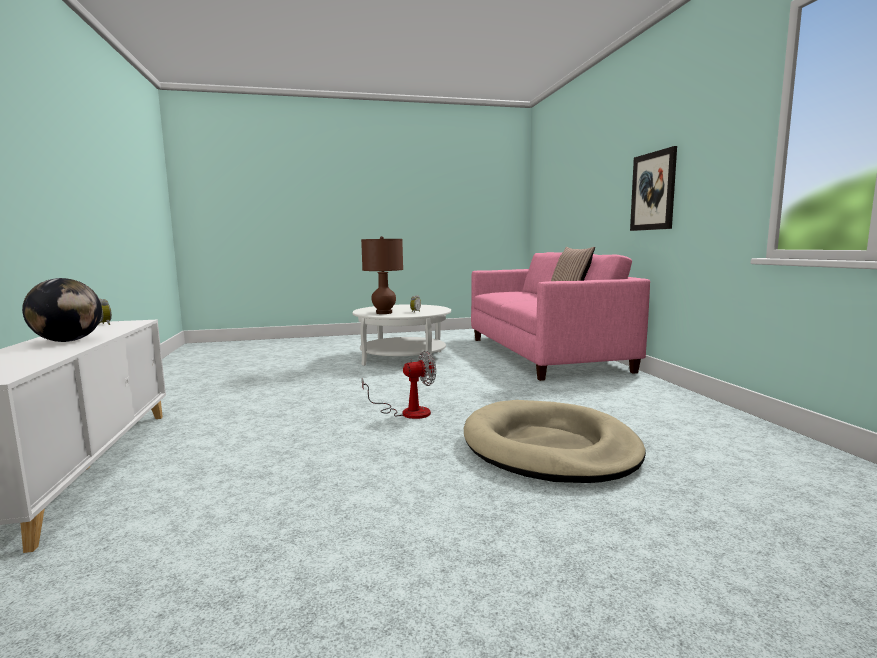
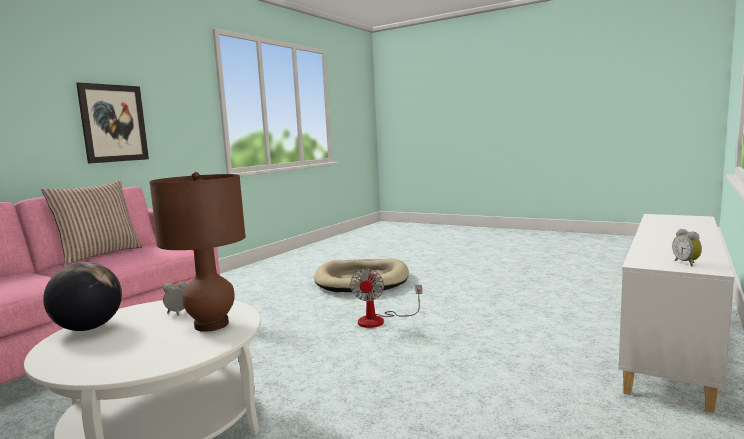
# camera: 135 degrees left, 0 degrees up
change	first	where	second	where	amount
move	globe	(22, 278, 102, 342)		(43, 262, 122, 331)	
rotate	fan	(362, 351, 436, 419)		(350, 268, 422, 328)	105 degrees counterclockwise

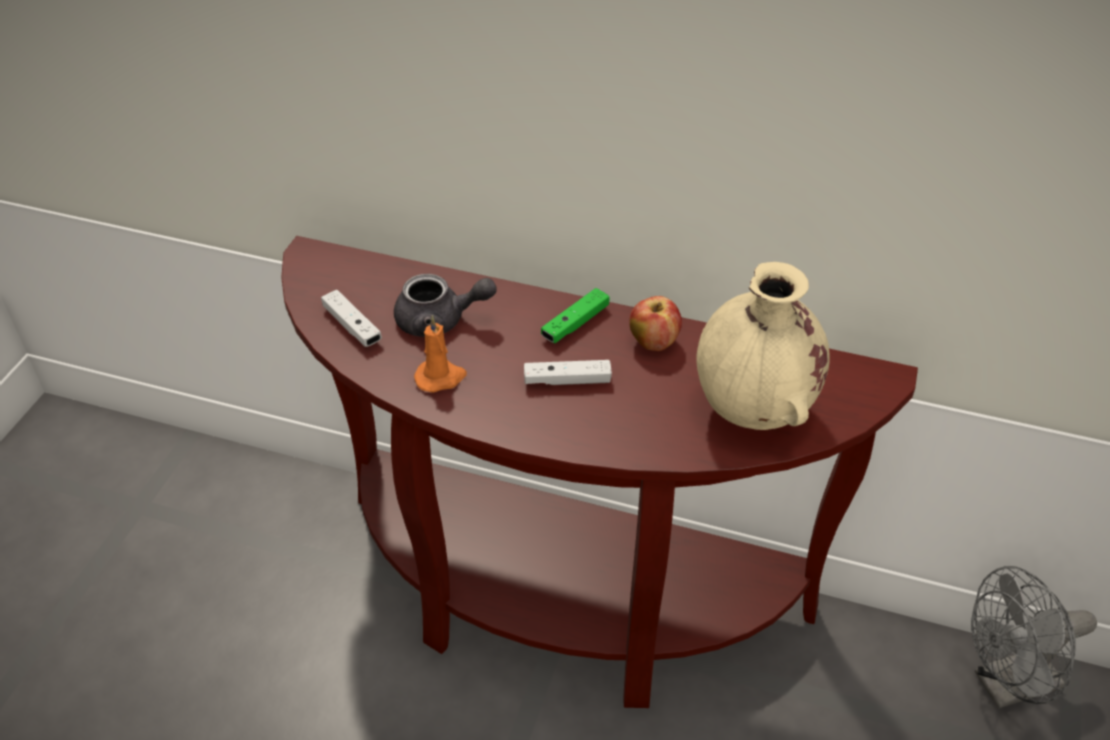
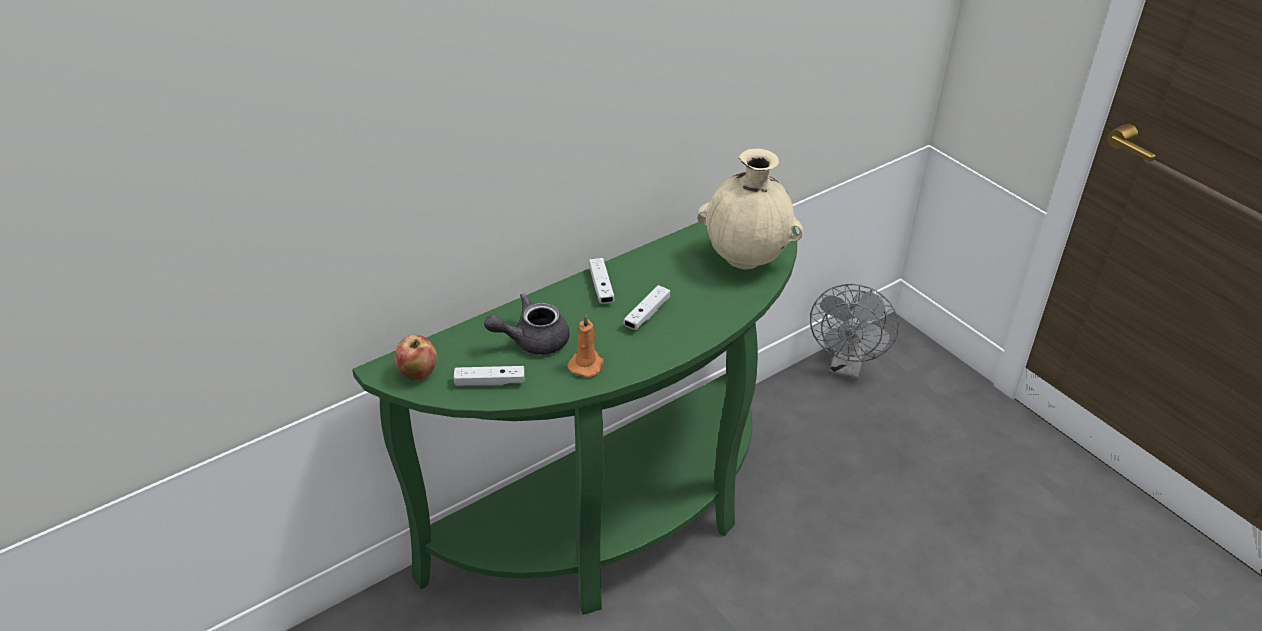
# camera: 55 degrees left, 5 degrees down
change	first	where	second	where	amount
recolor	brown console table	(281, 236, 918, 708)	green console table	(352, 222, 797, 615)	
move	apple	(630, 296, 682, 351)		(394, 335, 437, 380)	
rotate	grey teapot	(394, 274, 497, 337)		(484, 293, 570, 355)	150 degrees counterclockwise
recolor	green game controller	(541, 288, 609, 343)	white game controller	(589, 258, 615, 304)	

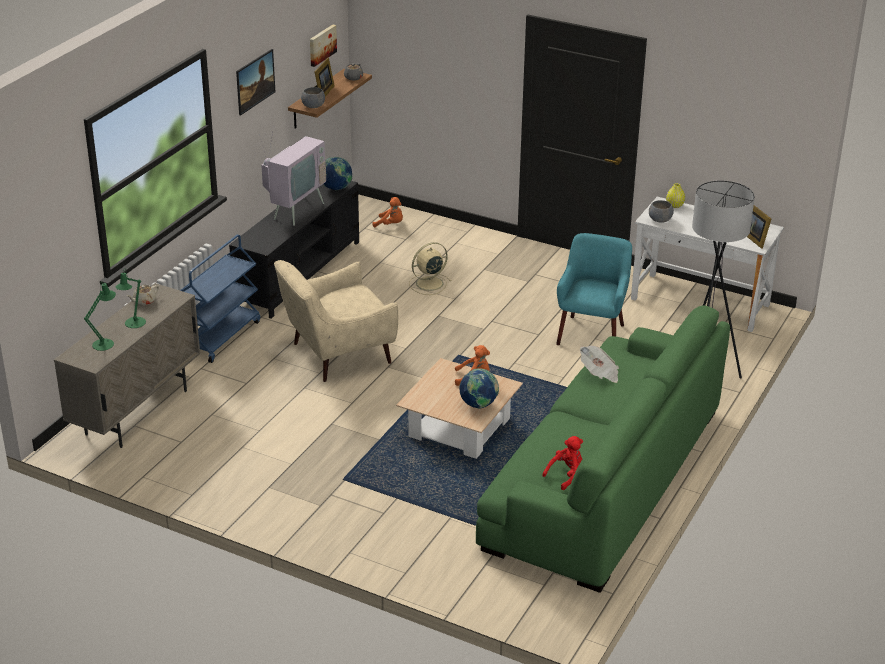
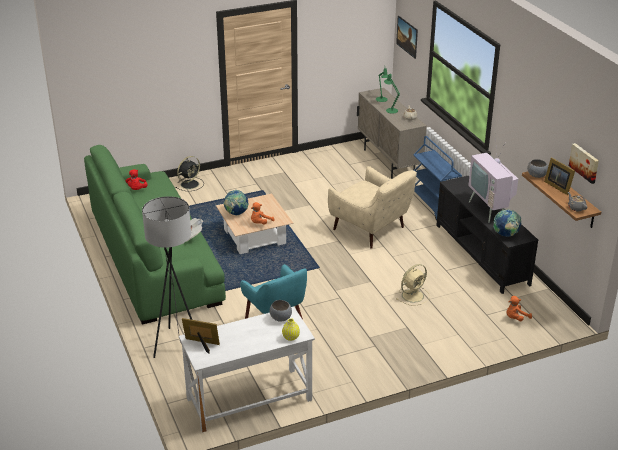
# camera: 130 degrees right, 0 degrees up
change	first	where	second	where	amount
insert			black fan	(175, 156, 204, 191)	
rotate	beige armchair	(274, 260, 398, 382)		(328, 166, 417, 249)	120 degrees clockwise
move	picture	(236, 49, 275, 115)		(396, 16, 418, 59)	
rotate	beige fan	(409, 242, 452, 295)		(396, 264, 430, 306)	45 degrees clockwise

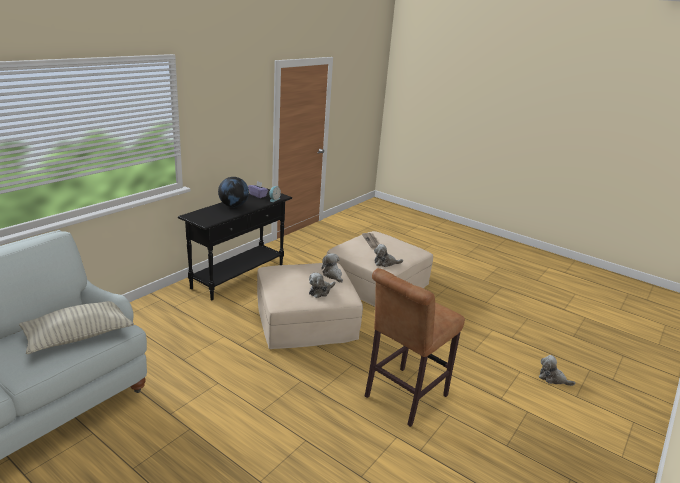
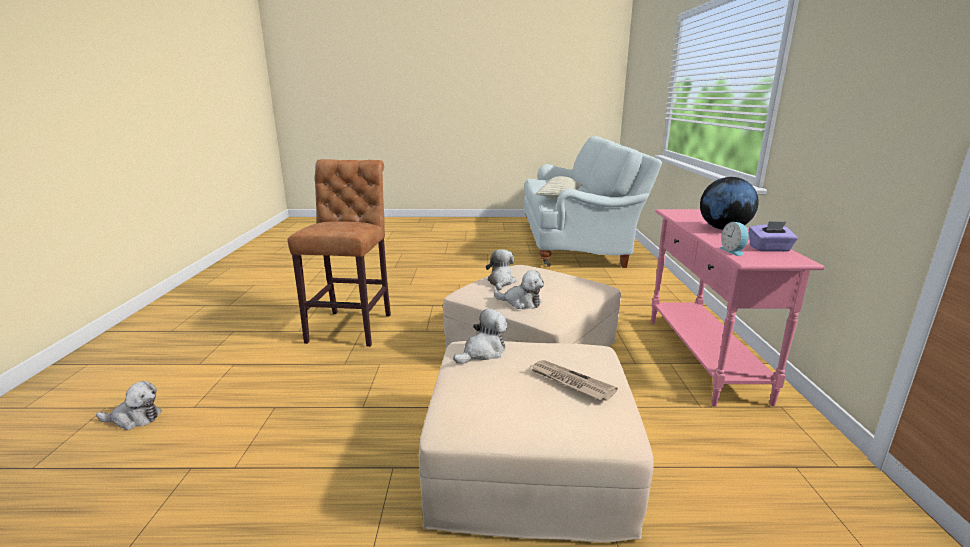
# camera: 145 degrees right, 5 degrees down
change	first	where	second	where	amount
recolor	black console table	(178, 188, 292, 300)	pink console table	(651, 209, 825, 407)	

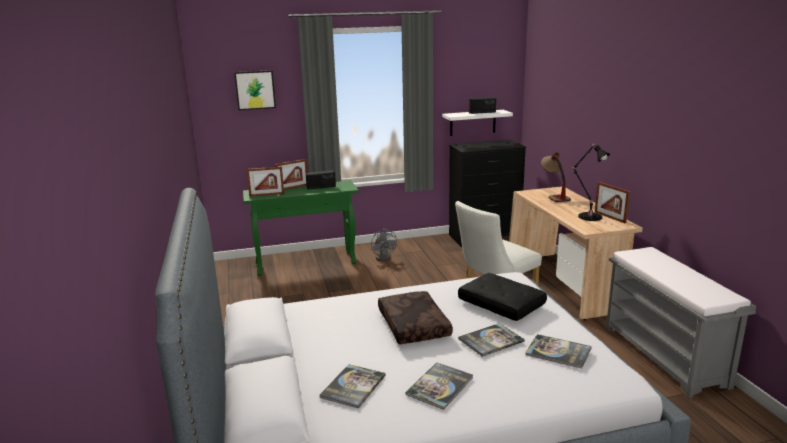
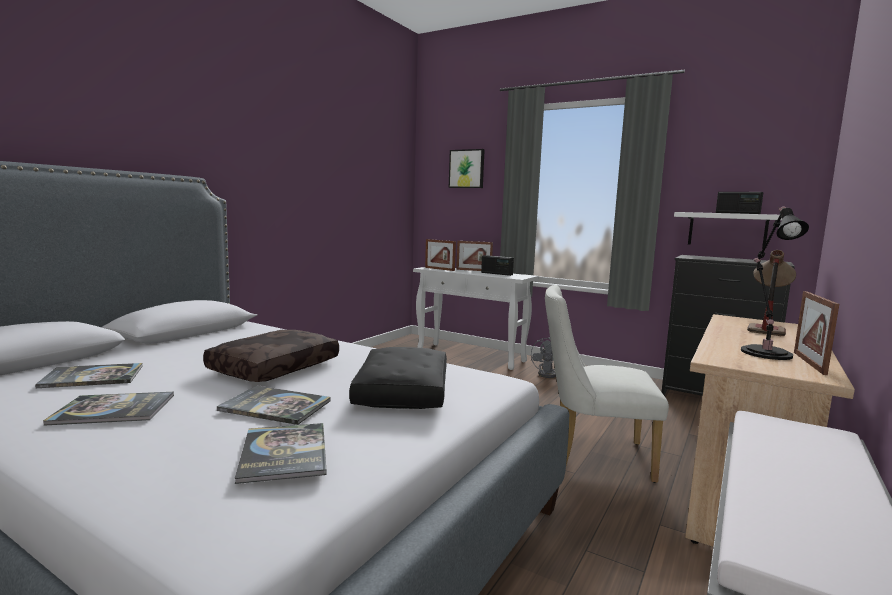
# camera: 45 degrees right, 10 degrees down
change	first	where	second	where	amount
recolor	green console table	(243, 180, 359, 276)	white console table	(413, 267, 539, 370)	

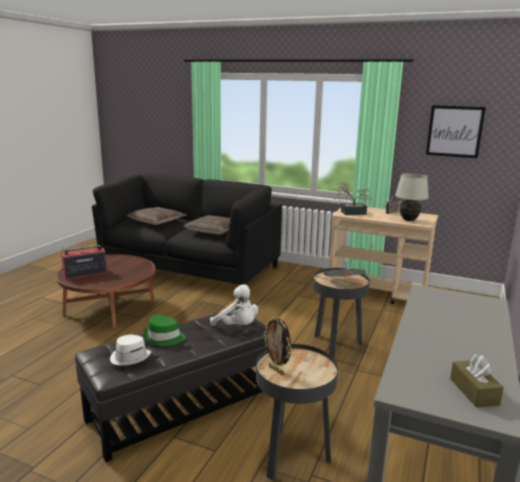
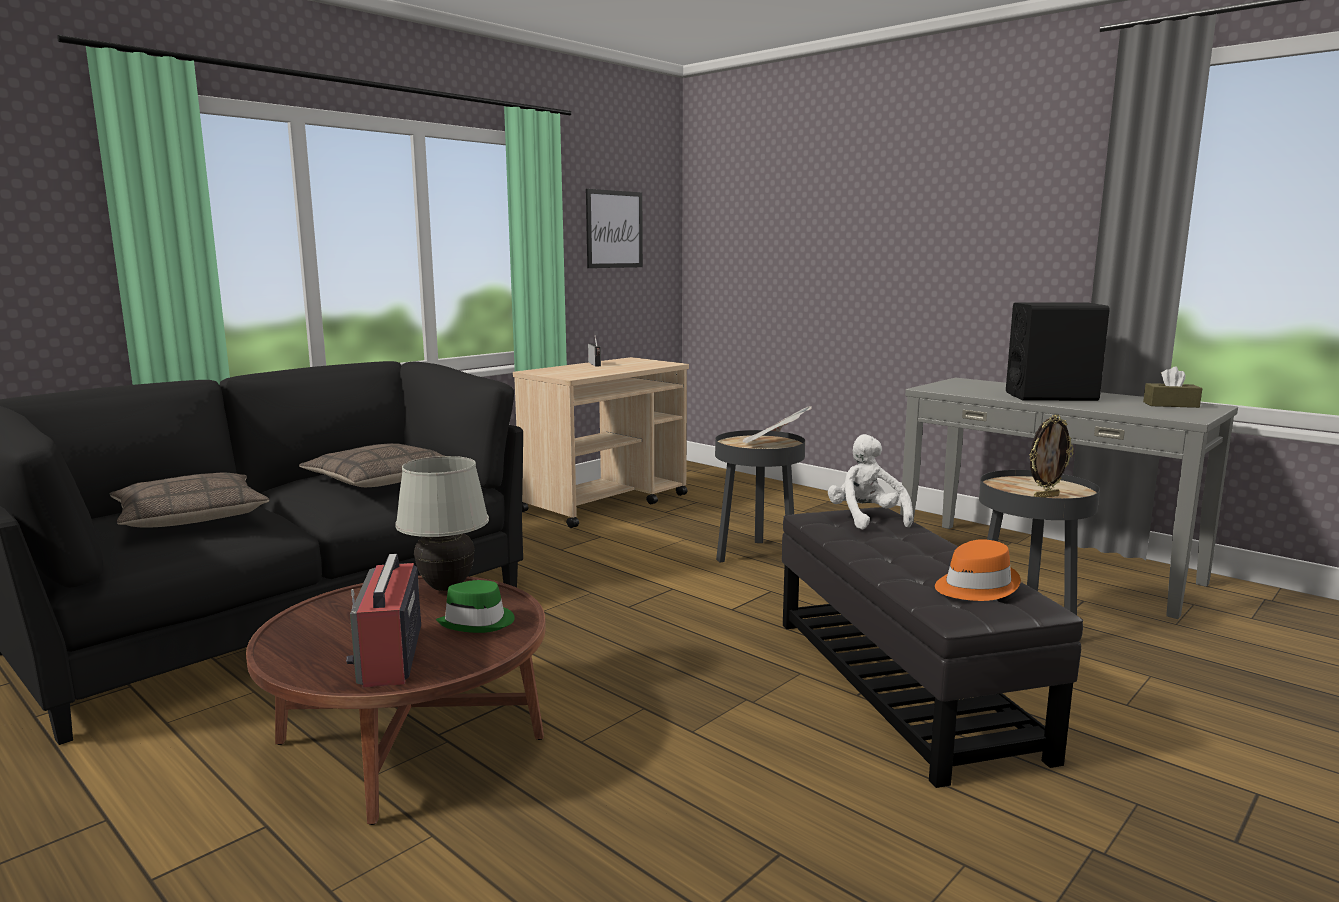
# camera: 70 degrees left, 5 degrees down
change	first	where	second	where	amount
move	white table lamp	(395, 173, 429, 221)		(395, 456, 489, 591)	
move	green hat	(144, 315, 185, 346)		(436, 580, 515, 633)	
rotate	white plush toy	(210, 284, 258, 326)		(828, 434, 913, 530)	75 degrees counterclockwise
recolor	white hat	(110, 335, 151, 366)	orange hat	(935, 539, 1021, 601)	
insert			black speaker	(1006, 303, 1110, 401)	
delete	potted plant	(334, 182, 372, 215)			

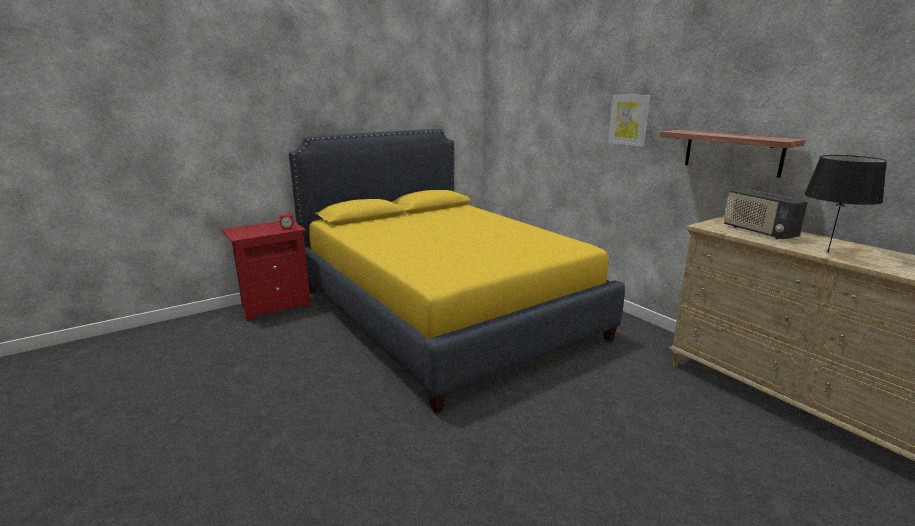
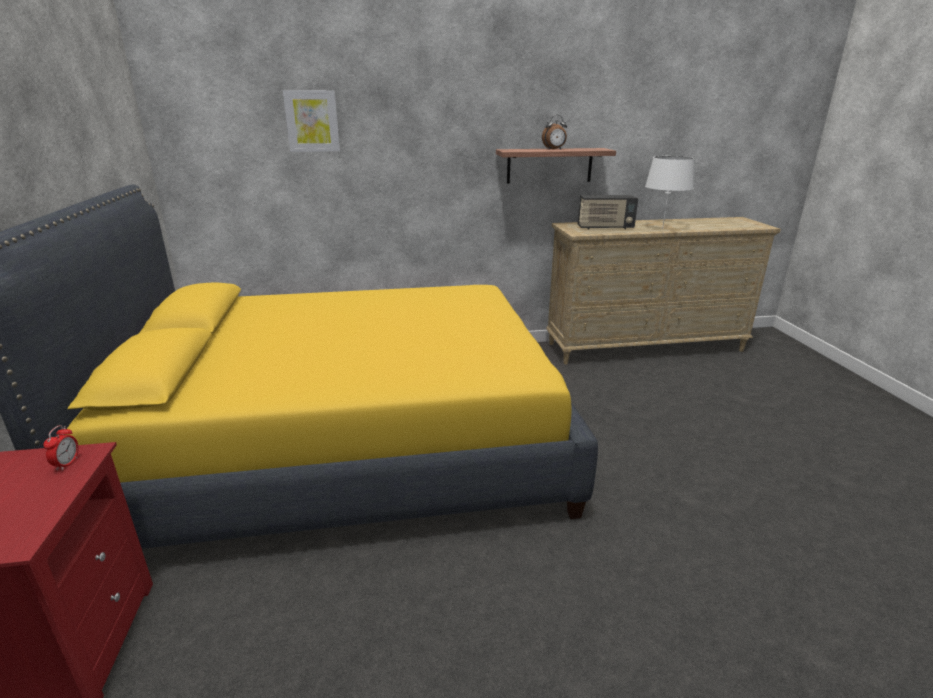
# camera: 65 degrees left, 5 degrees up
change	first	where	second	where	amount
move	picture	(608, 94, 650, 147)		(283, 90, 340, 152)	
insert			alarm clock	(542, 115, 567, 150)	
recolor	black table lamp	(804, 155, 887, 253)	white table lamp	(645, 156, 694, 229)	

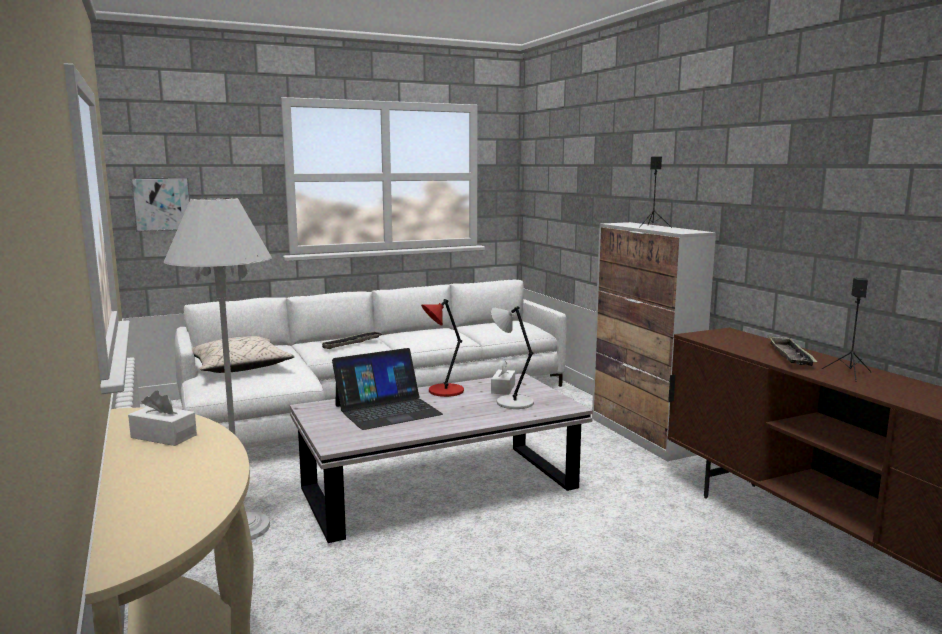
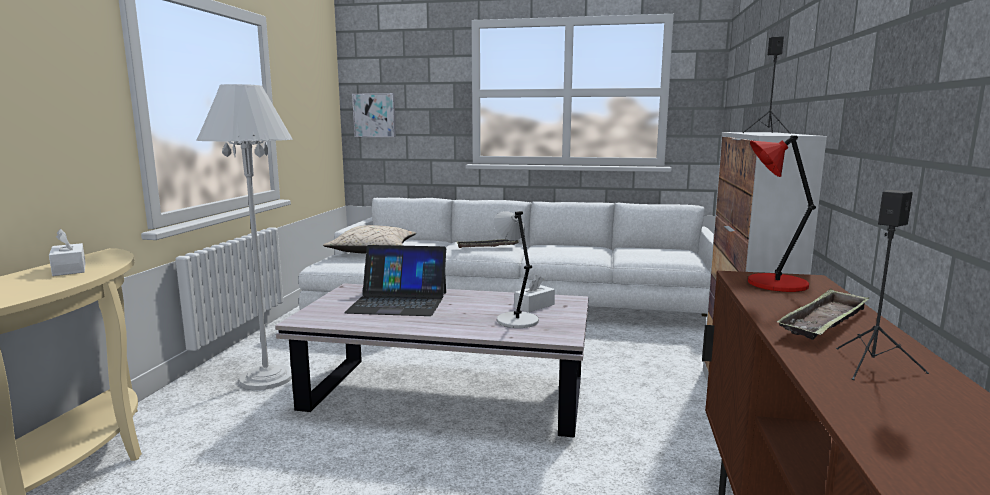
# camera: 35 degrees right, 0 degrees up
change	first	where	second	where	amount
move	red table lamp	(421, 299, 464, 397)		(748, 135, 816, 292)	

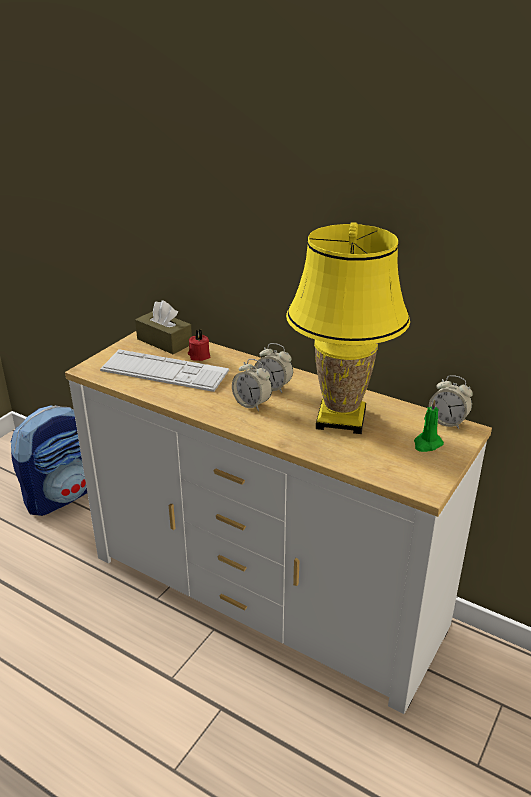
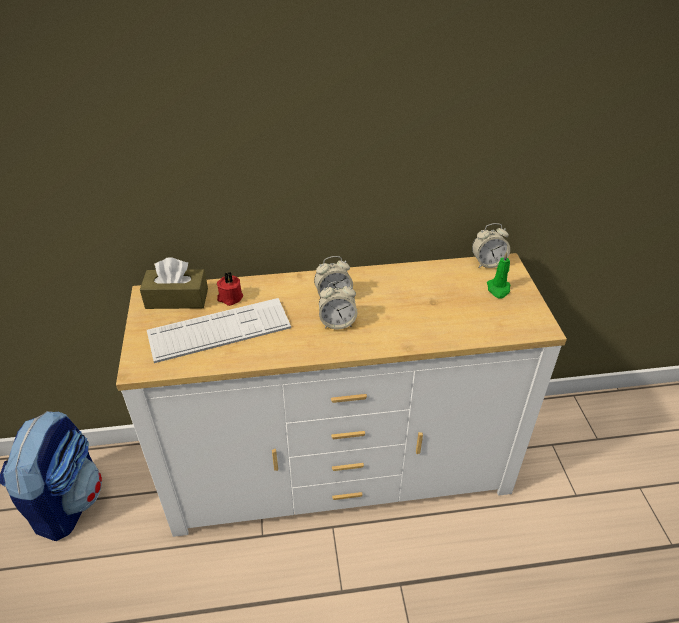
# camera: 40 degrees left, 10 degrees up
change	first	where	second	where	amount
delete	yellow table lamp	(286, 222, 410, 434)			

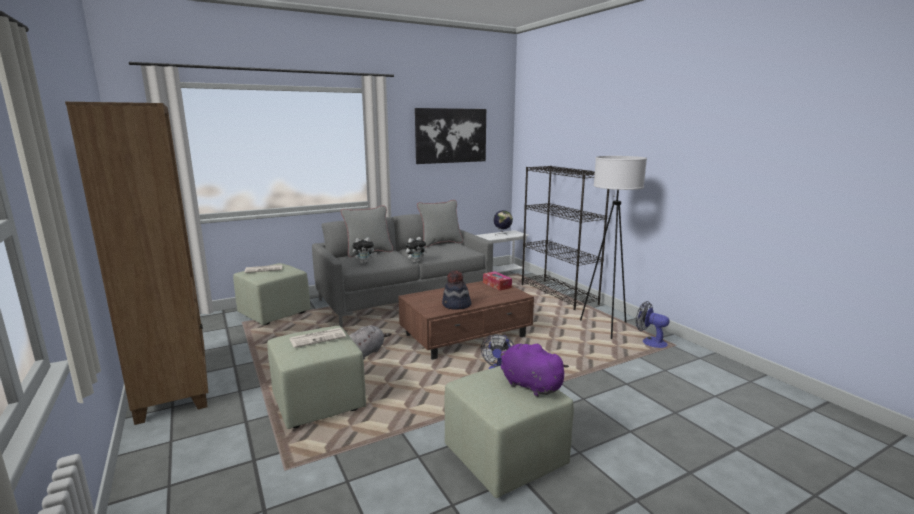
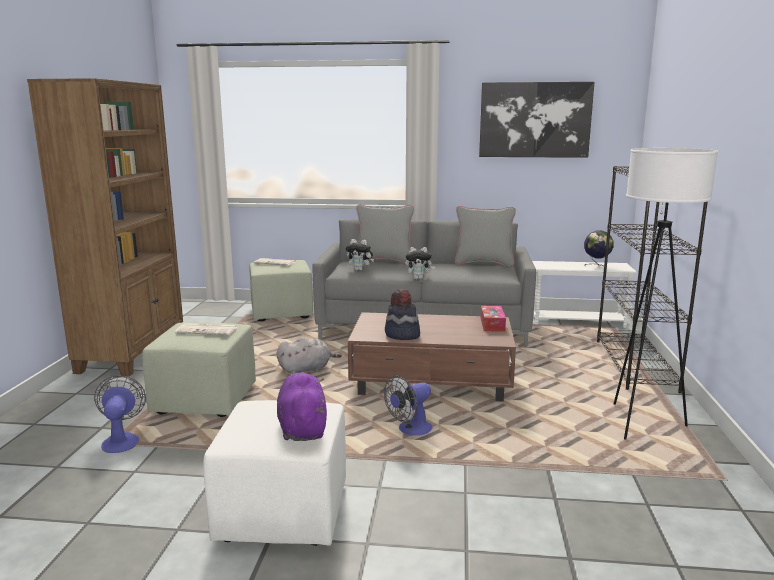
# camera: 35 degrees right, 0 degrees up
change	first	where	second	where	amount
move	fan	(636, 301, 670, 348)		(94, 375, 146, 453)	
recolor	green ottoman	(444, 366, 574, 498)	white ottoman	(203, 400, 346, 546)	

